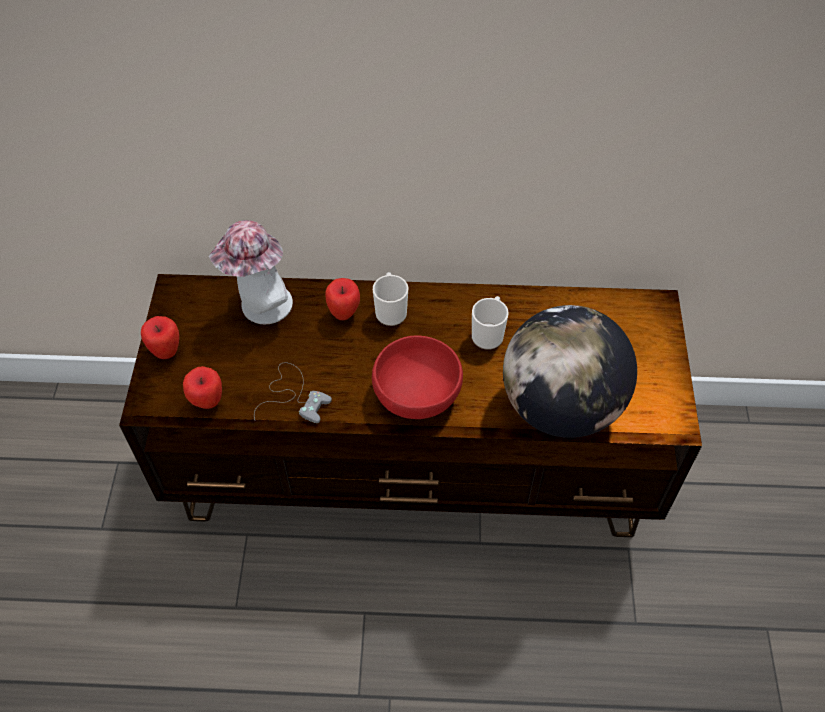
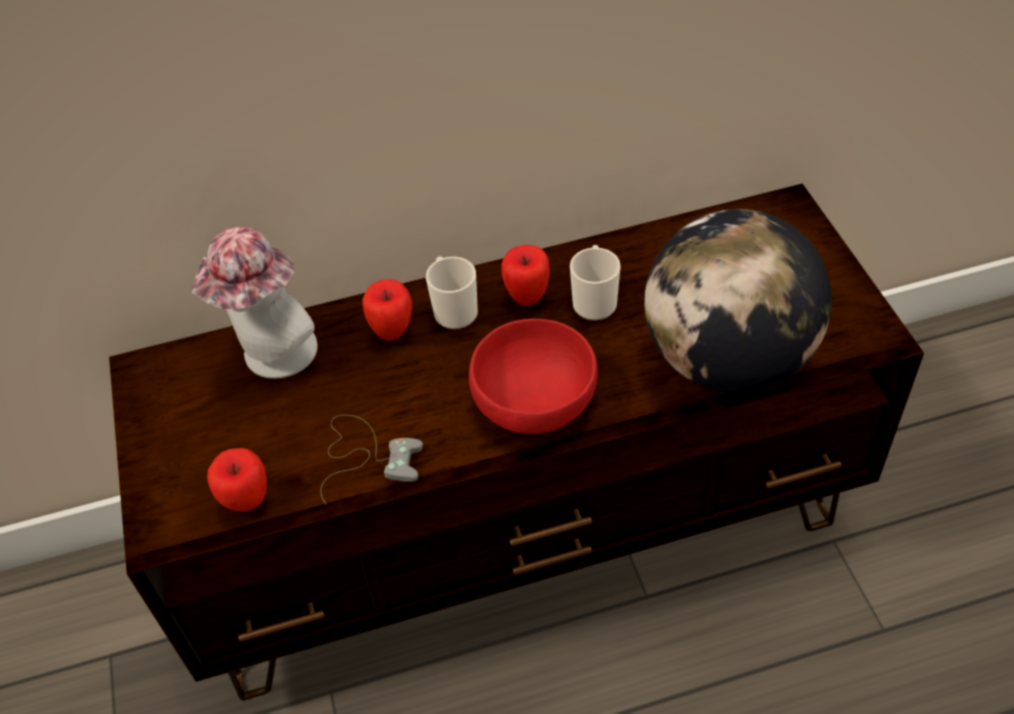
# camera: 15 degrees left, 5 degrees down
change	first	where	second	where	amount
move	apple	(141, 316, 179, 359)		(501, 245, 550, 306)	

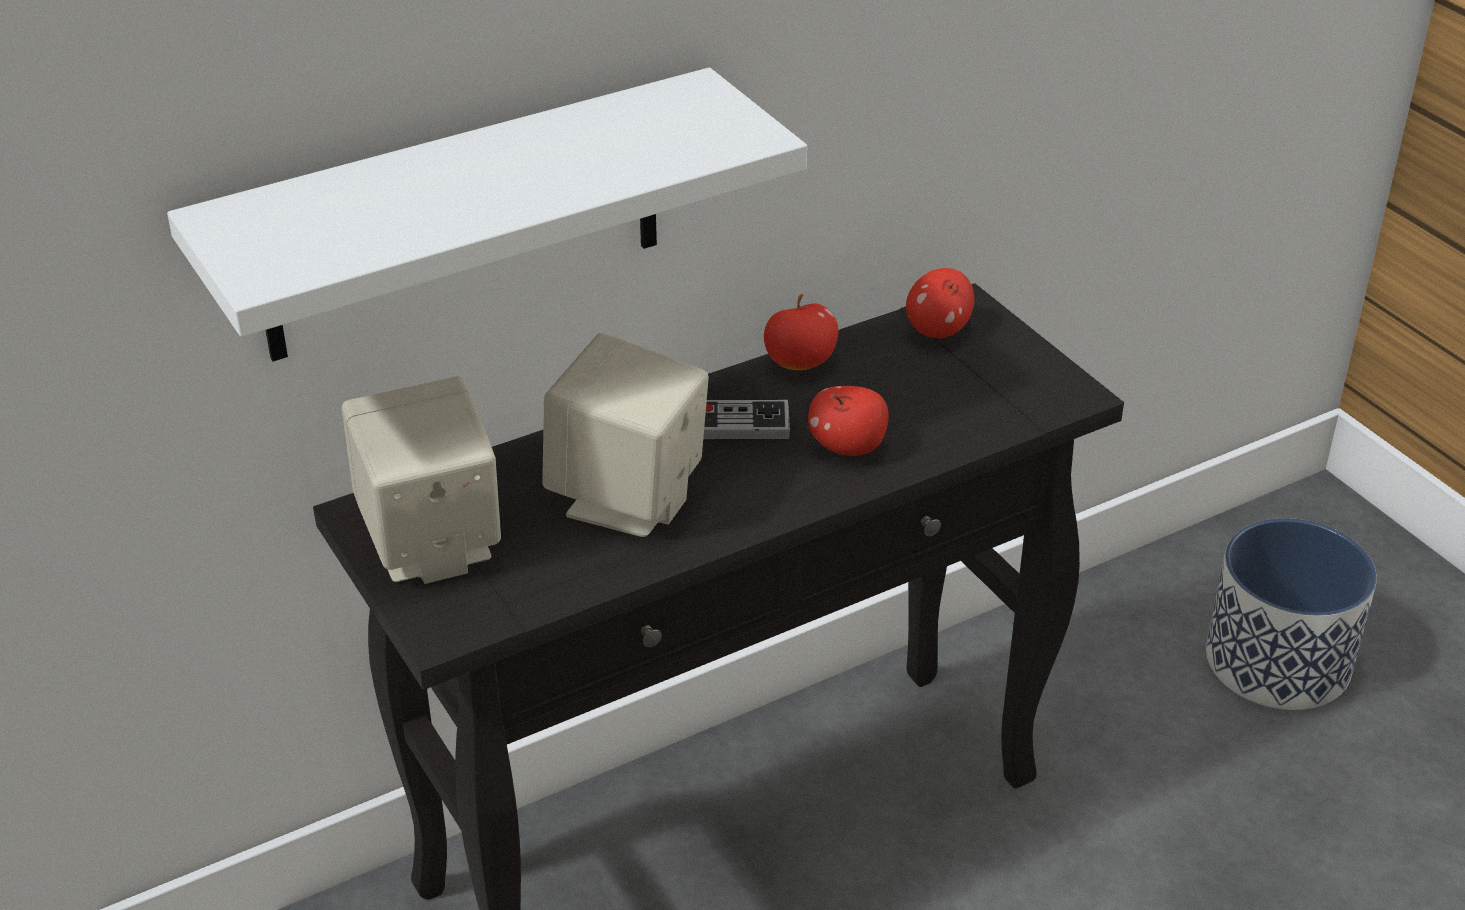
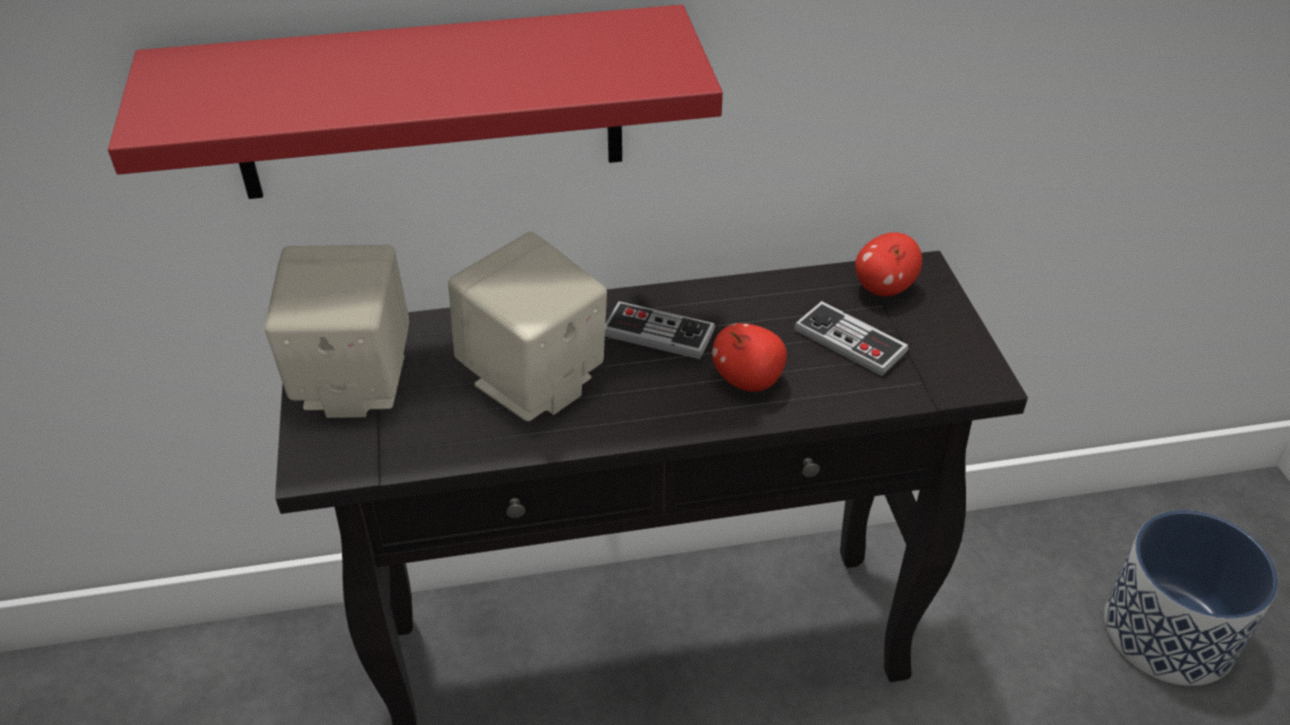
# camera: 20 degrees right, 5 degrees up
change	first	where	second	where	amount
recolor	white shelf	(167, 68, 807, 361)	red shelf	(108, 5, 723, 199)	
insert			game controller	(794, 301, 908, 376)	
delete	apple	(764, 294, 838, 370)			

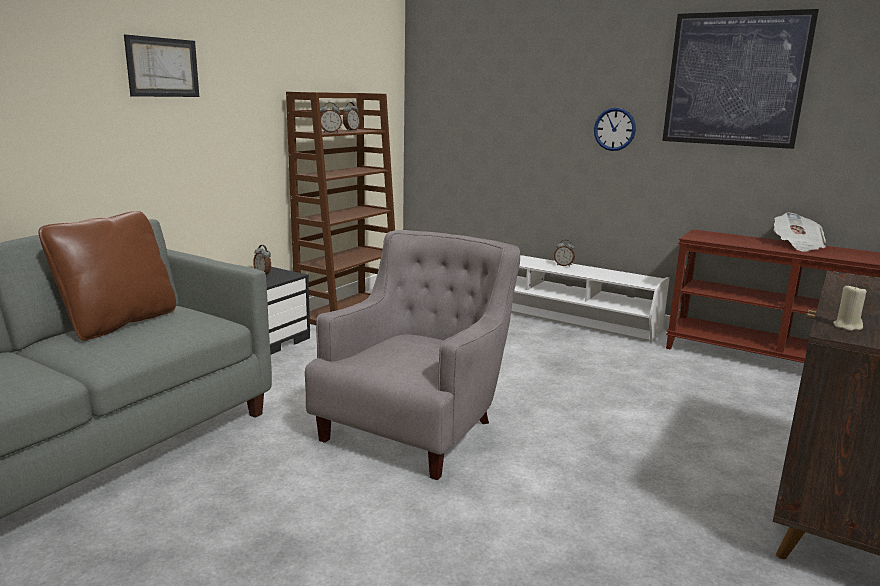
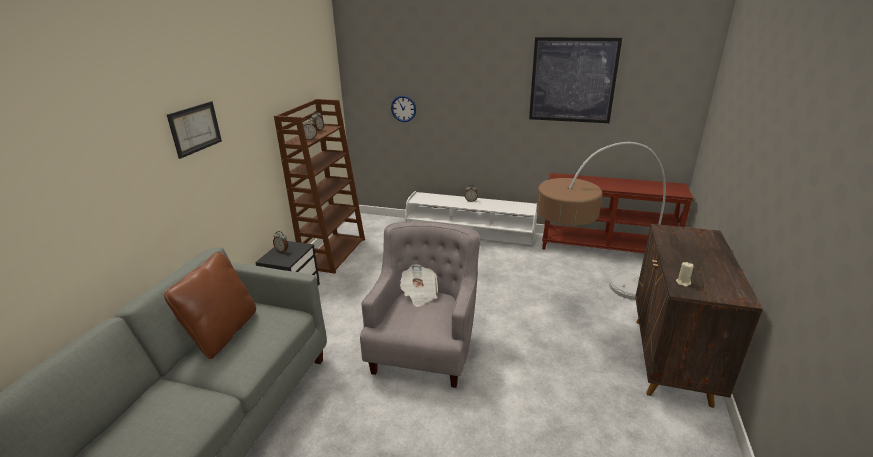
# camera: 15 degrees left, 10 degrees up
change	first	where	second	where	amount
move	wall clock	(594, 108, 636, 151)		(391, 95, 416, 122)	
move	newspaper	(774, 212, 826, 252)		(400, 264, 438, 307)	
insert			floor lamp	(536, 142, 666, 300)	

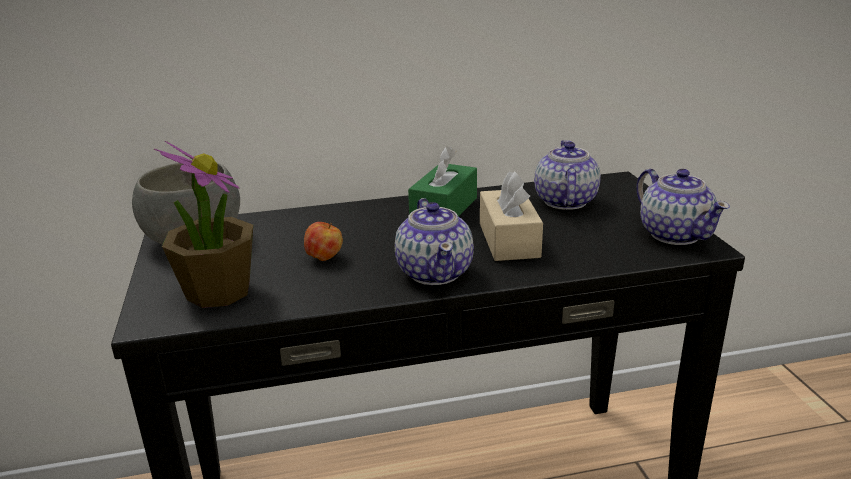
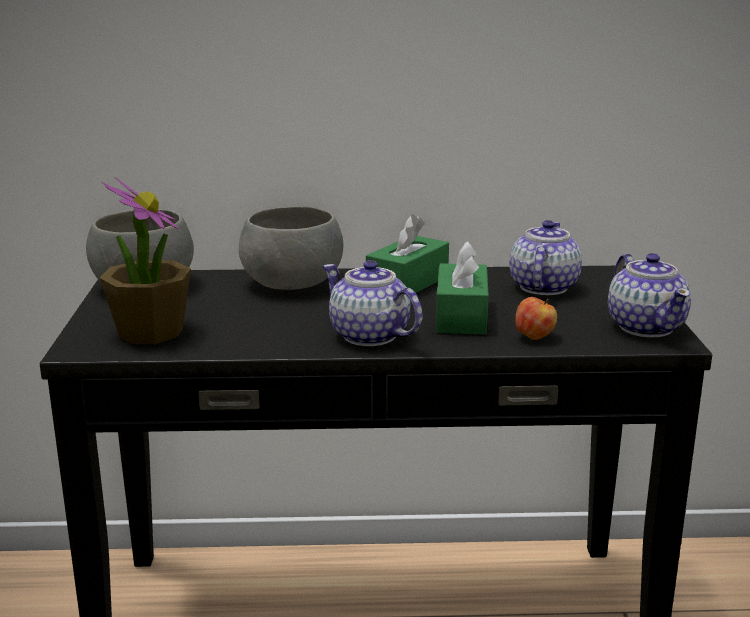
# camera: 10 degrees right, 5 degrees down
change	first	where	second	where	amount
insert			grey bowl	(239, 206, 343, 290)	
rotate	teapot	(395, 198, 474, 285)		(323, 260, 423, 346)	135 degrees clockwise
recolor	beige tissue box	(480, 171, 543, 261)	green tissue box	(436, 241, 489, 335)	
move	apple	(304, 222, 343, 261)		(515, 297, 557, 340)	

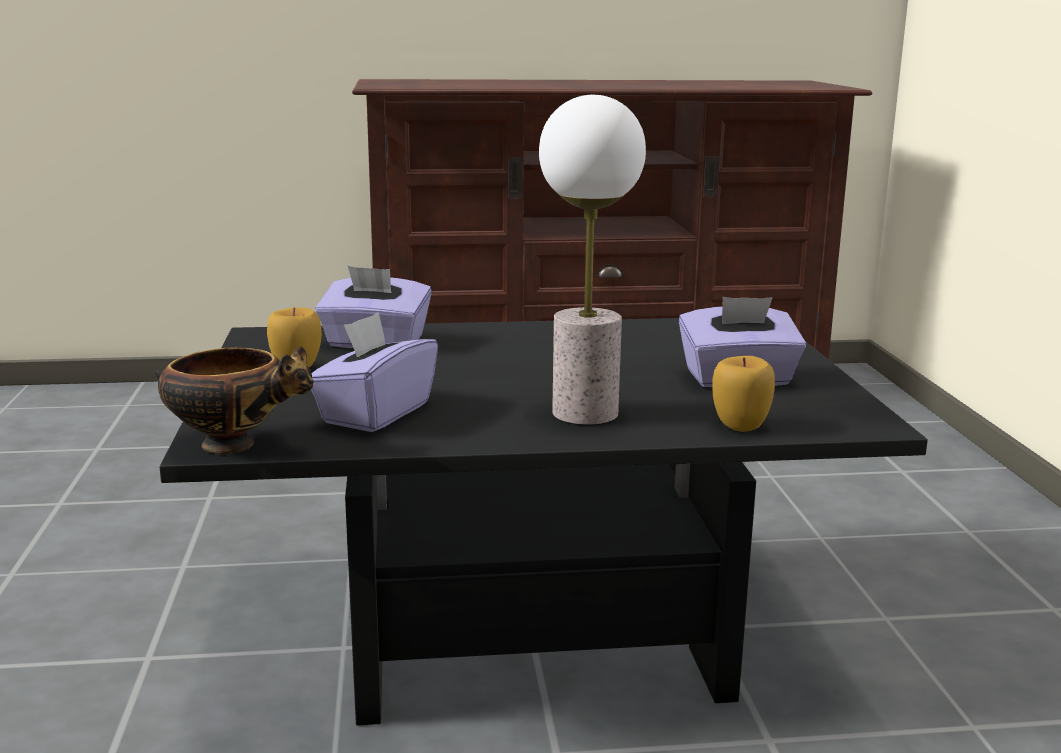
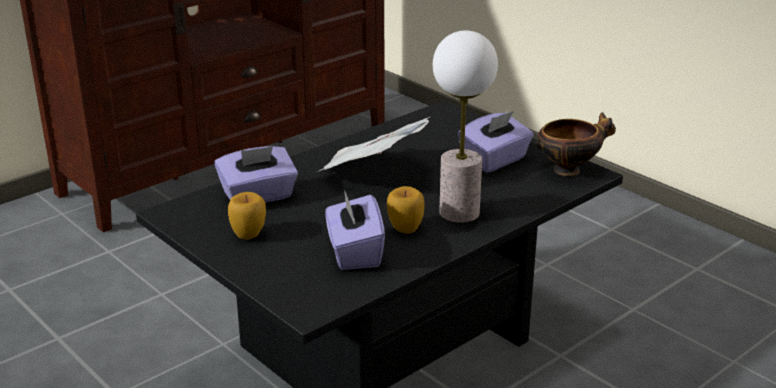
# camera: 35 degrees left, 10 degrees up
change	first	where	second	where	amount
insert			newspaper	(317, 117, 429, 172)	
move	apple	(712, 356, 775, 432)		(387, 186, 425, 234)	
move	bowl	(155, 347, 314, 454)		(535, 112, 616, 177)	

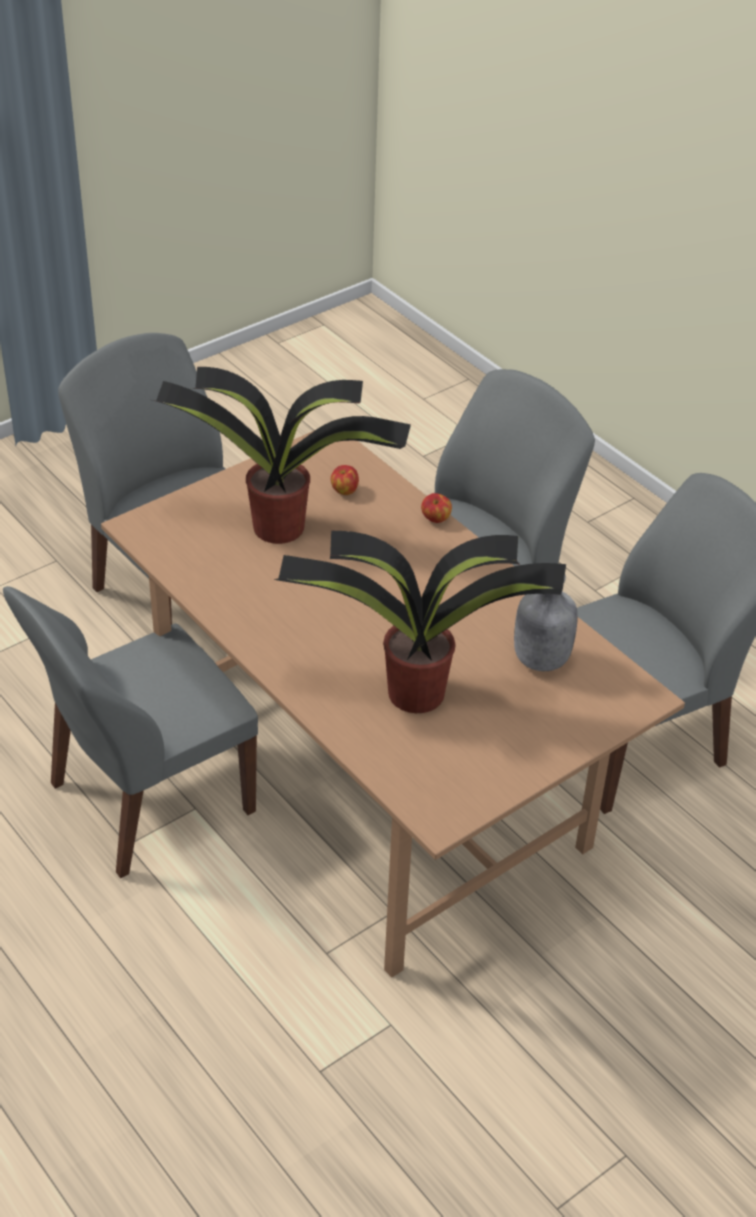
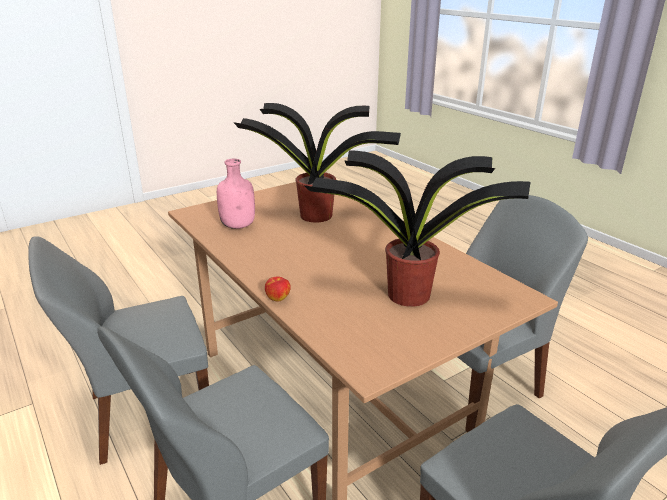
# camera: 175 degrees left, 15 degrees down
change	first	where	second	where	amount
recolor	grey bottle	(514, 575, 578, 671)	pink bottle	(217, 159, 255, 229)	
delete	apple	(331, 465, 359, 495)			

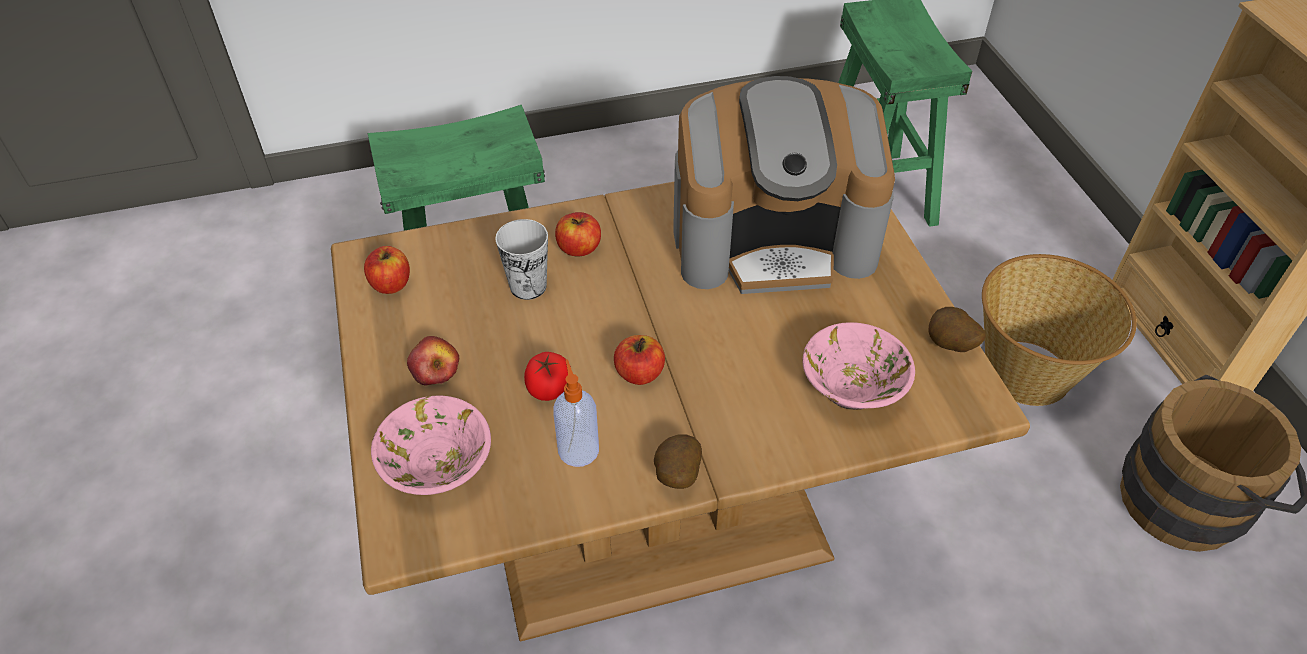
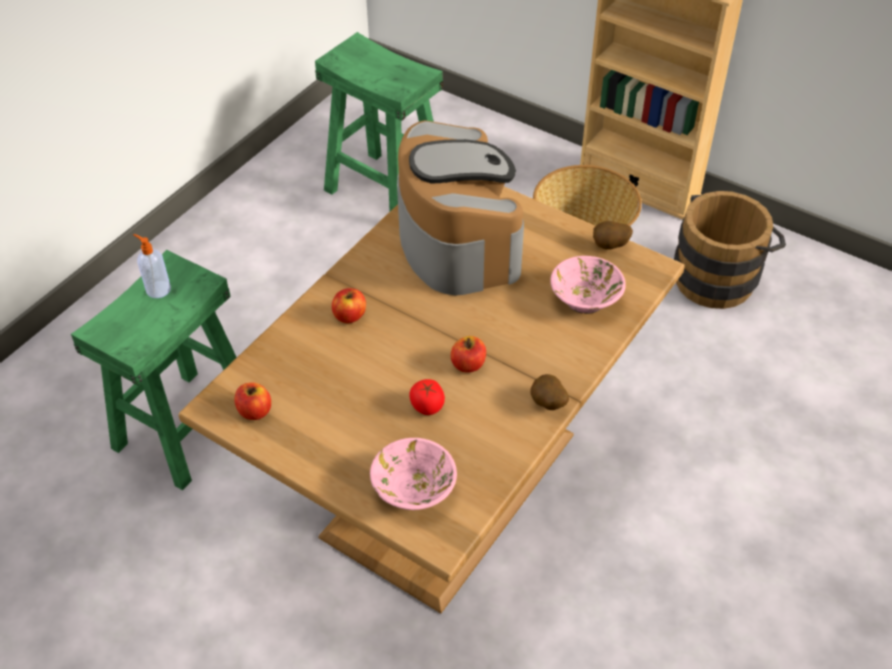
# camera: 40 degrees left, 0 degrees up
change	first	where	second	where	amount
move	soap dispenser	(553, 359, 599, 467)		(133, 234, 171, 298)	
rotate	coffee machine	(673, 76, 895, 294)		(397, 120, 524, 295)	60 degrees counterclockwise
delete	apple	(407, 336, 459, 386)			
delete	cup	(495, 219, 548, 300)			

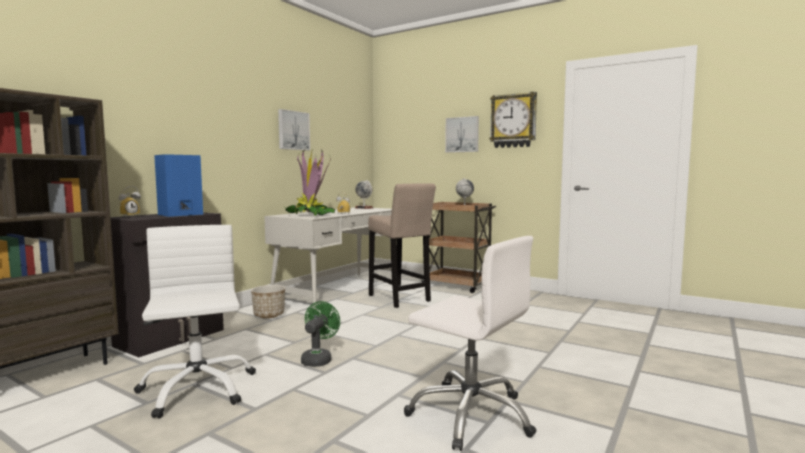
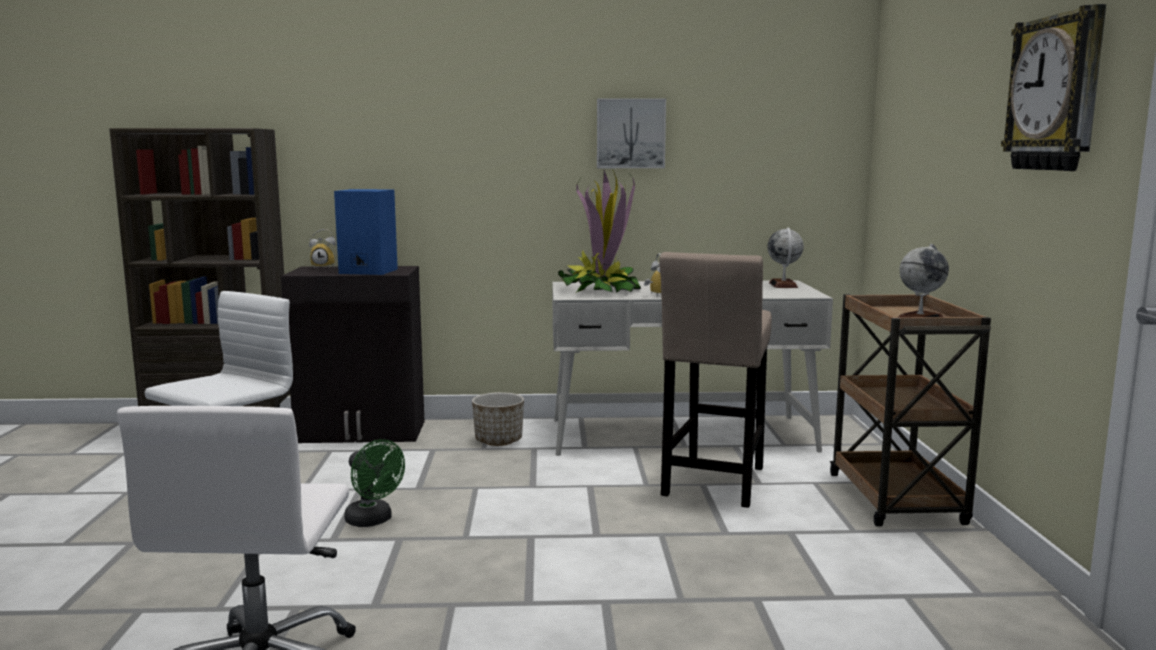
# camera: 55 degrees right, 5 degrees up
change	first	where	second	where	amount
rotate	green fan	(301, 301, 340, 367)		(344, 439, 405, 527)	60 degrees clockwise
delete	picture	(445, 116, 479, 153)			

